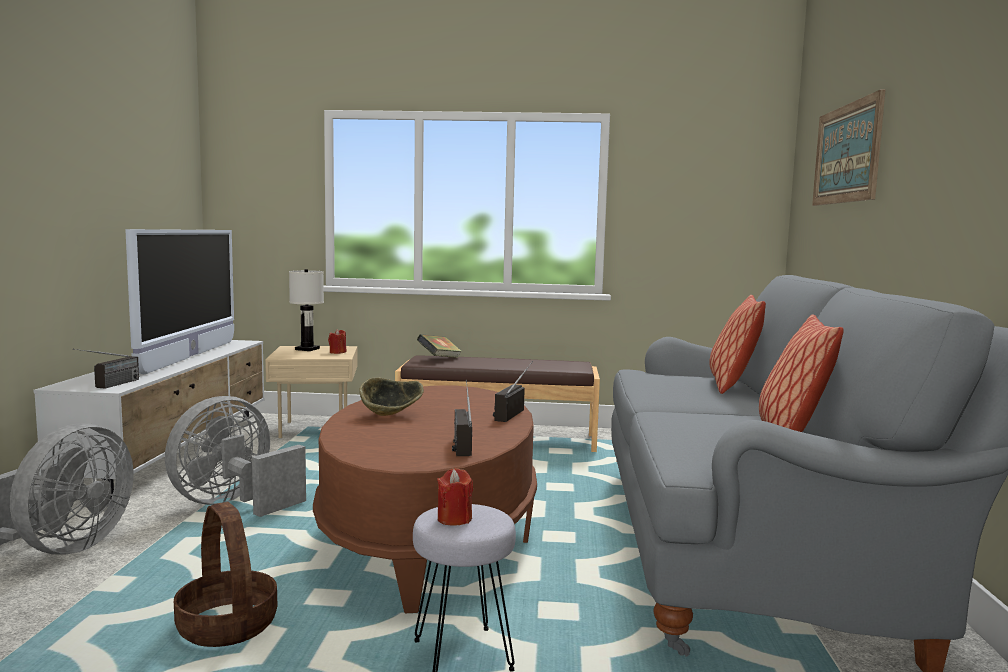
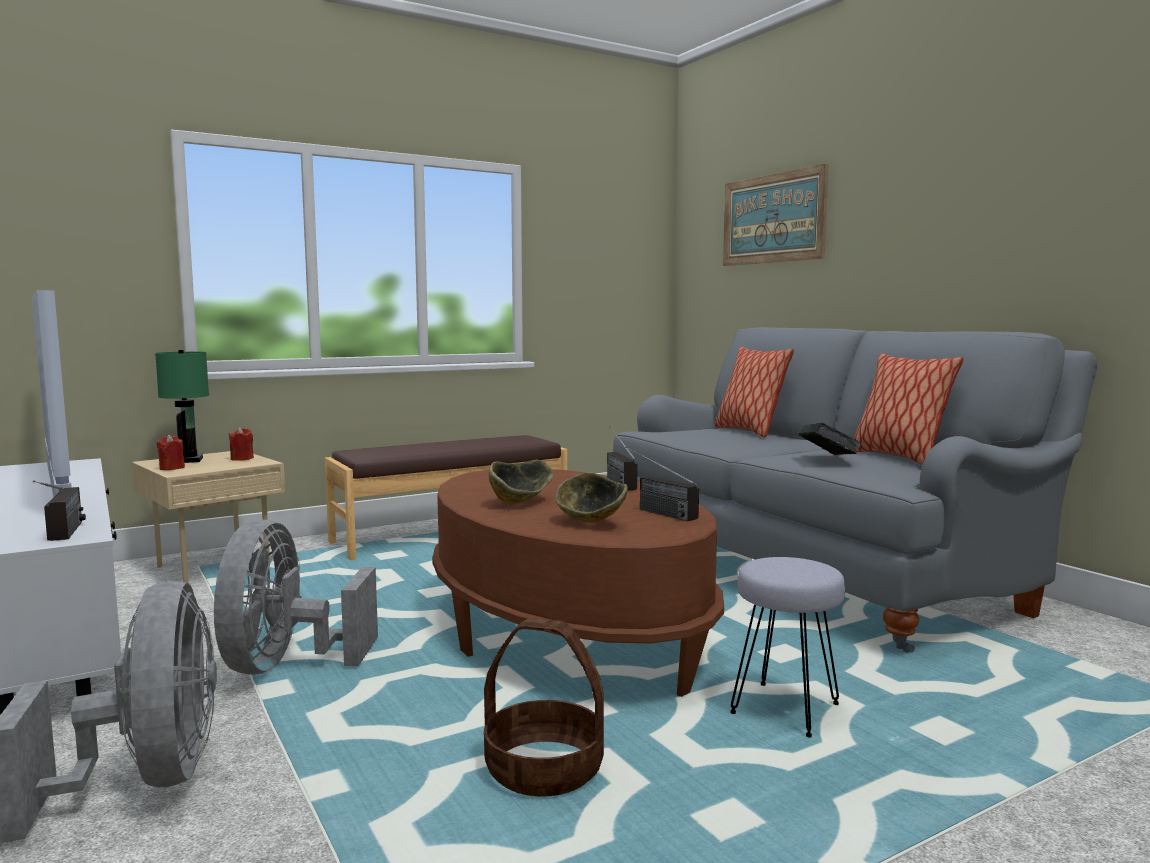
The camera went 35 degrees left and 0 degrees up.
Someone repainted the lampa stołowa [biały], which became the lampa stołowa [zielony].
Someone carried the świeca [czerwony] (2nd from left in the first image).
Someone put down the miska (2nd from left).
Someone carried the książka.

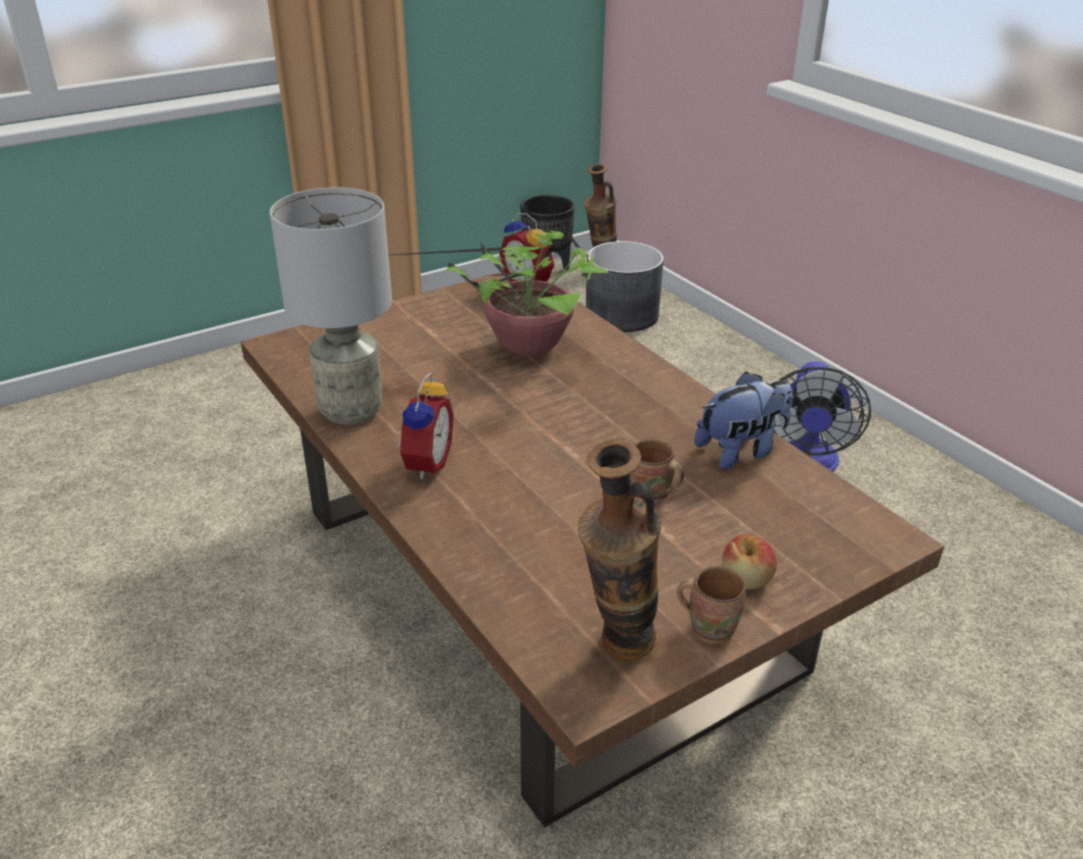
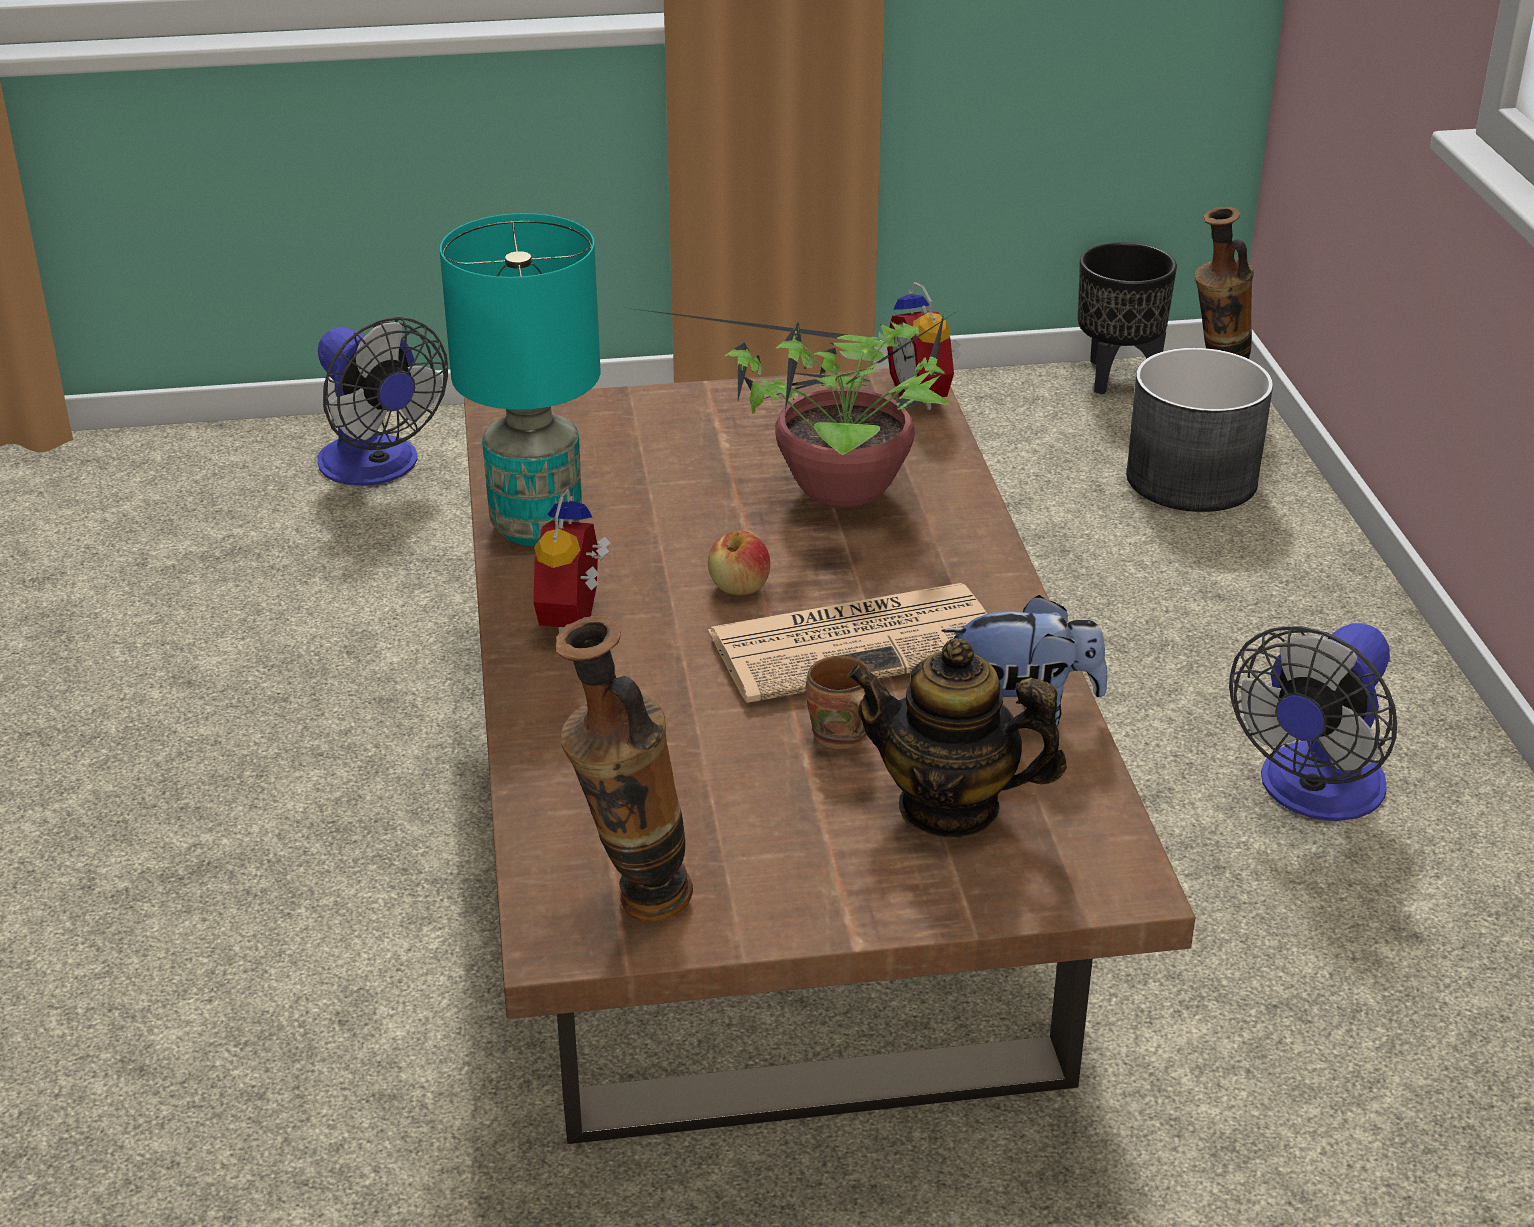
The camera went 25 degrees right and 0 degrees up.
Someone put down the wentylator (1st from left).
Someone repainted the lampa stołowa [szary], which became the lampa stołowa [turkusowy].
Someone rotated the budzik (1st from left) by 150 degrees clockwise.
Someone put down the gazeta.
Someone carried the jabłko.
Someone put down the imbryk.
Someone took away the kubek [brązowy] (2nd from left).

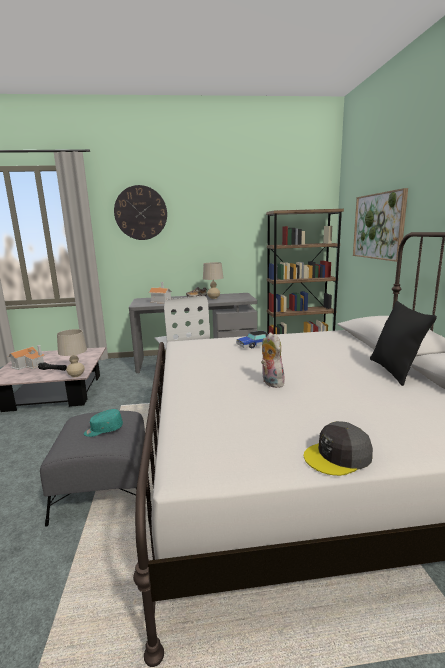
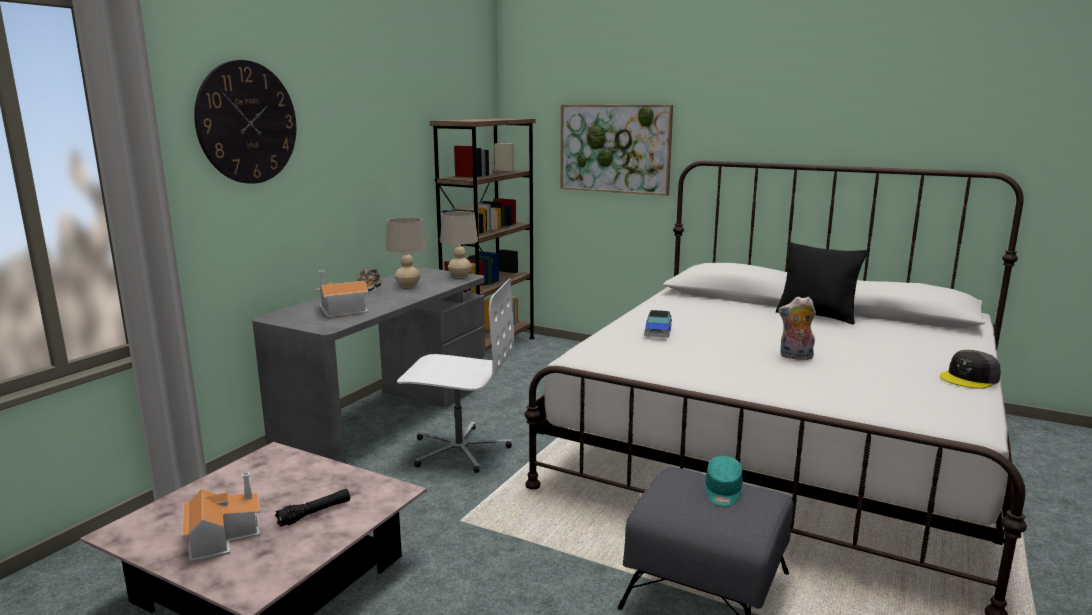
The camera went 55 degrees left and 0 degrees up.
Someone carried the lampa stołowa [beżowy] (1st from left in the first image).
Someone rotated the czapka z daszkiem [szary] by 45 degrees clockwise.

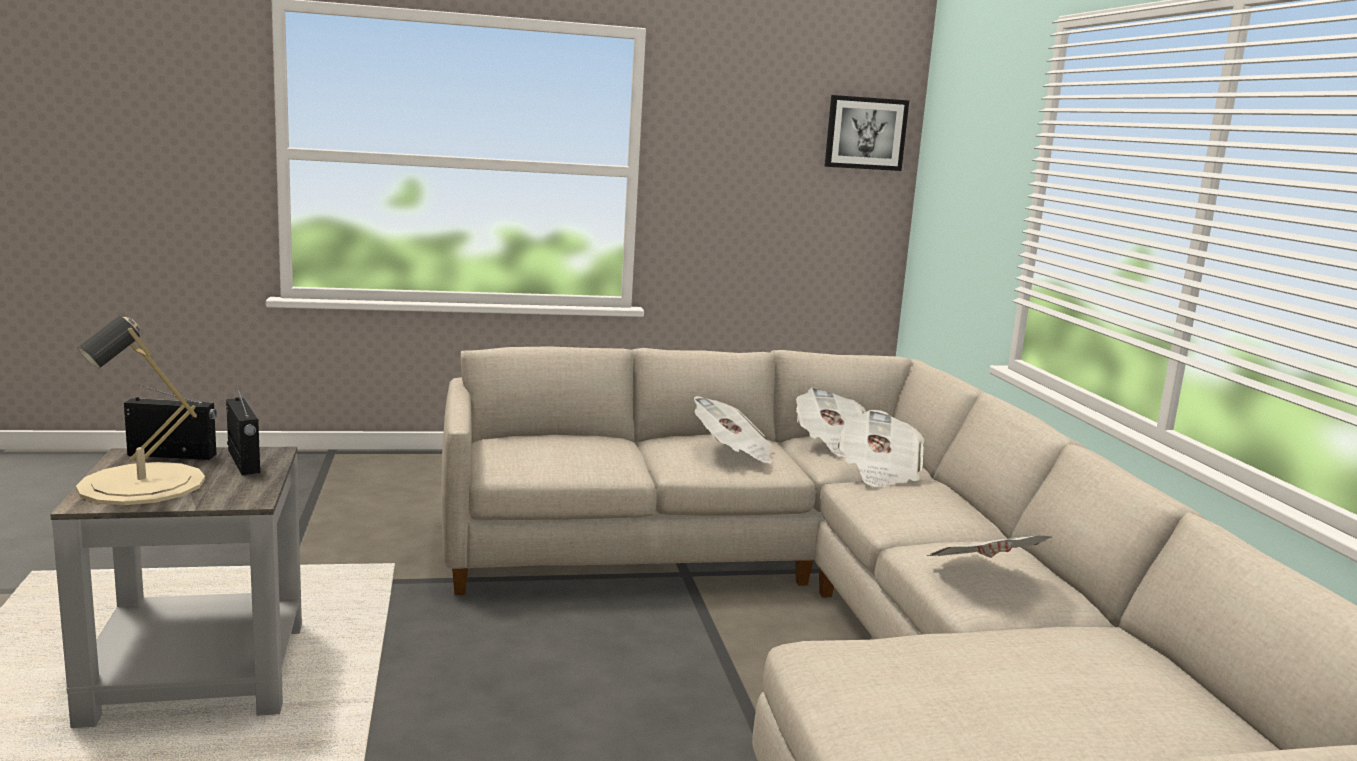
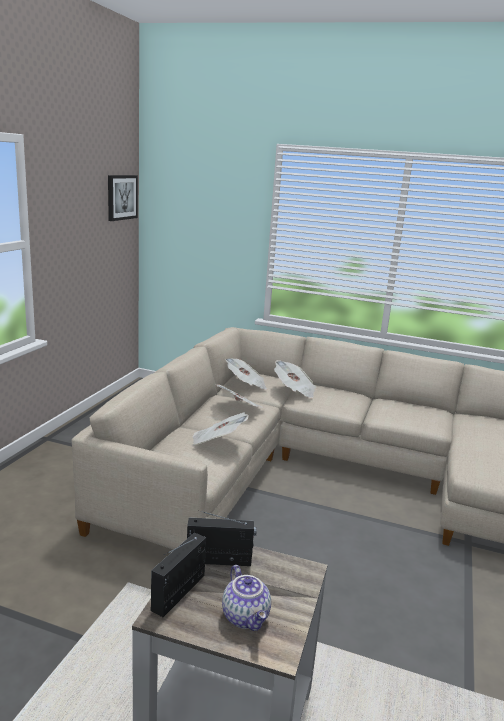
The camera went 60 degrees left and 5 degrees up.
Someone carried the gazeta (4th from left in the first image).
Someone swapped the lampa stołowa [beżowy] for the imbryk.

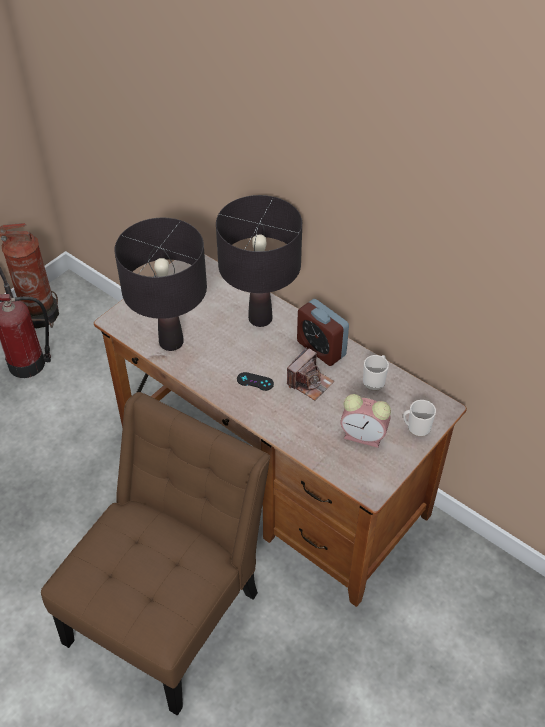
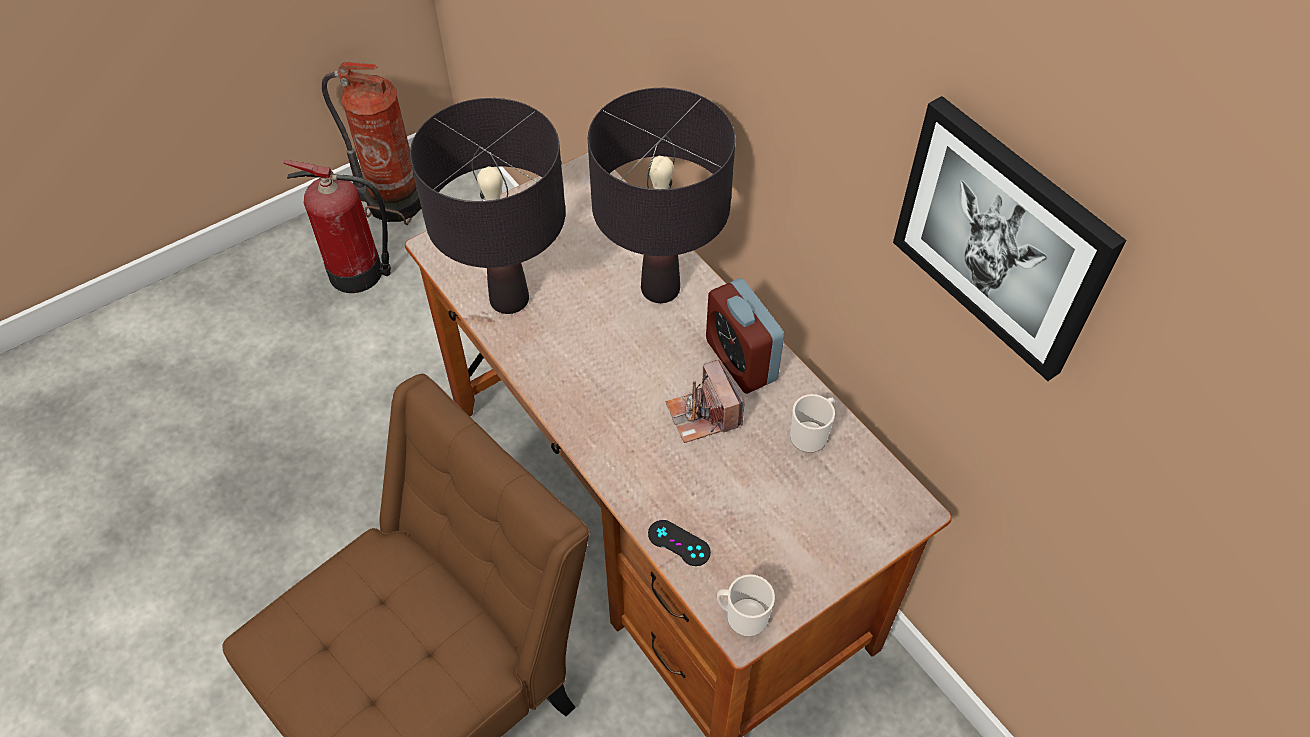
The camera went 15 degrees right and 5 degrees up.
Someone carried the pad do gier [czarny].
Someone rotated the aparat fotograficzny by 105 degrees clockwise.
Someone carried the kubek (2nd from left in the first image).
Someone put up the obraz.
Someone took away the budzik (2nd from left).

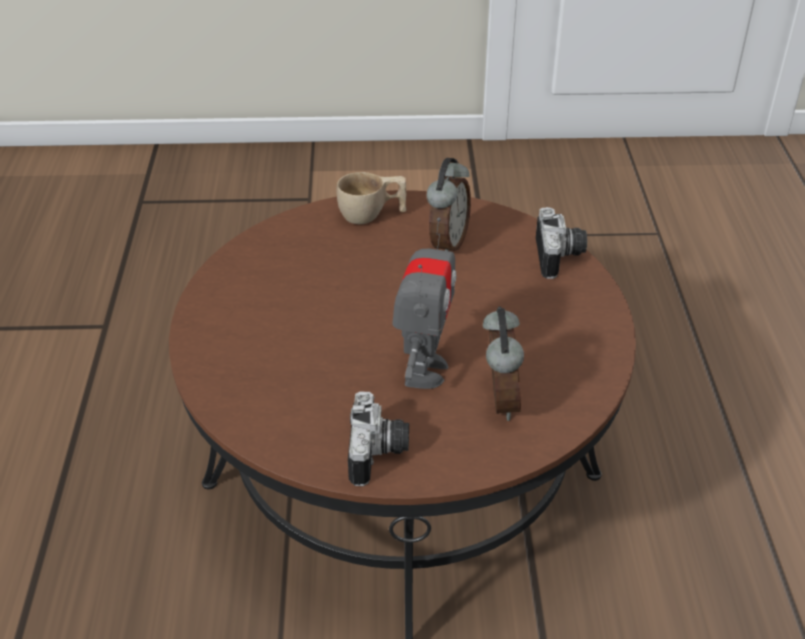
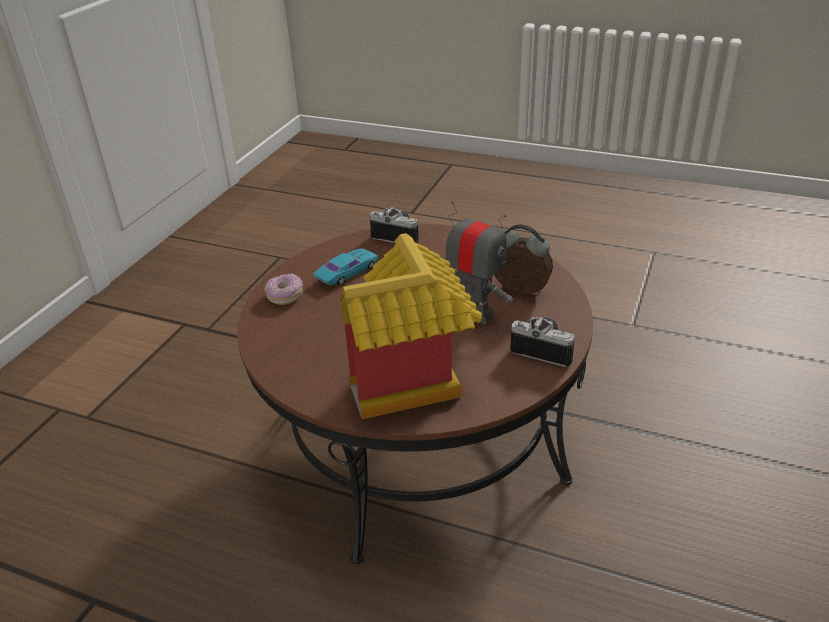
The camera went 65 degrees left and 5 degrees down.
Someone swapped the filiżanka [beżowy] for the donut.
Someone swapped the budzik (1st from left) for the samochodzik [turkusowy].
Someone put down the domek.

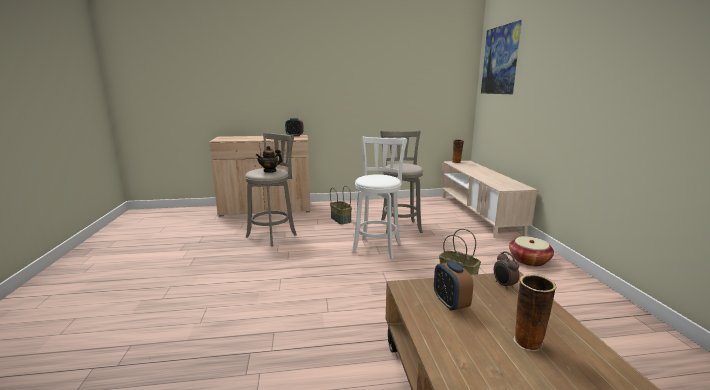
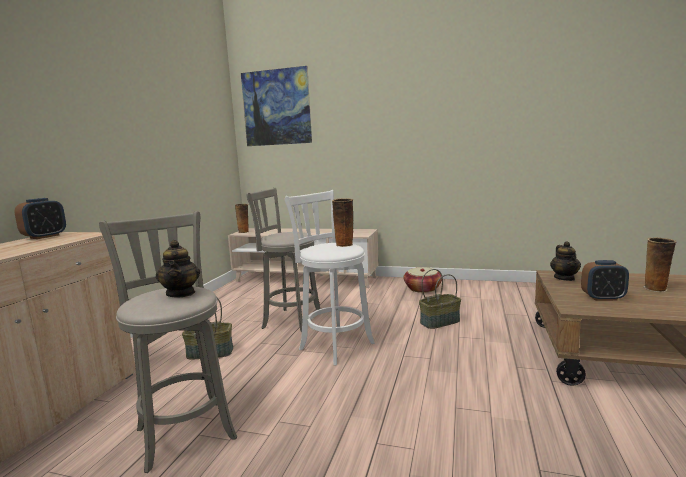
The camera went 65 degrees left and 5 degrees down.
Someone put down the wazon (2nd from left).
Someone swapped the budzik (3rd from left) for the imbryk (2nd from left).

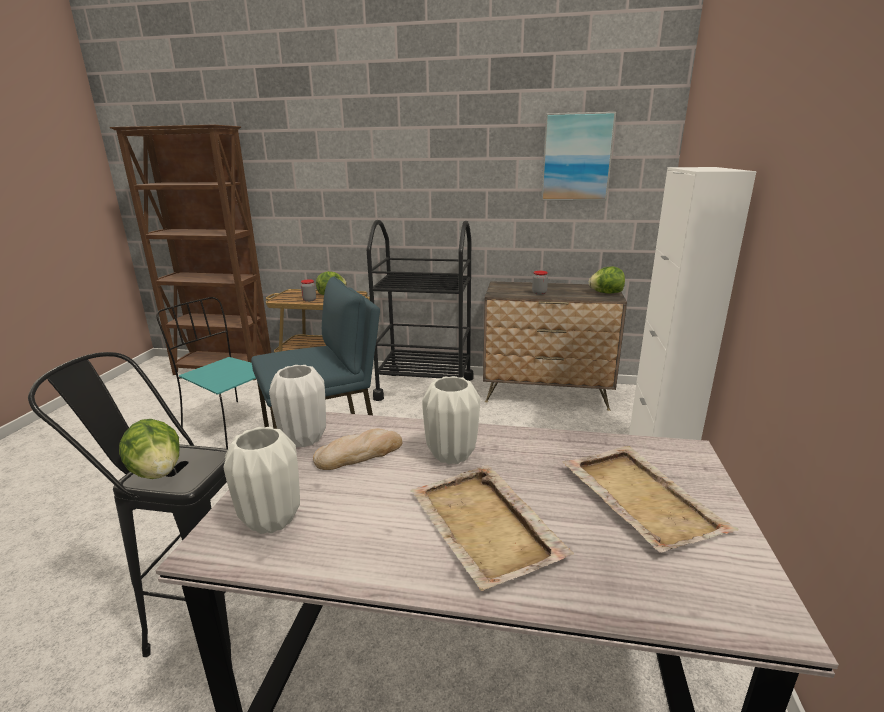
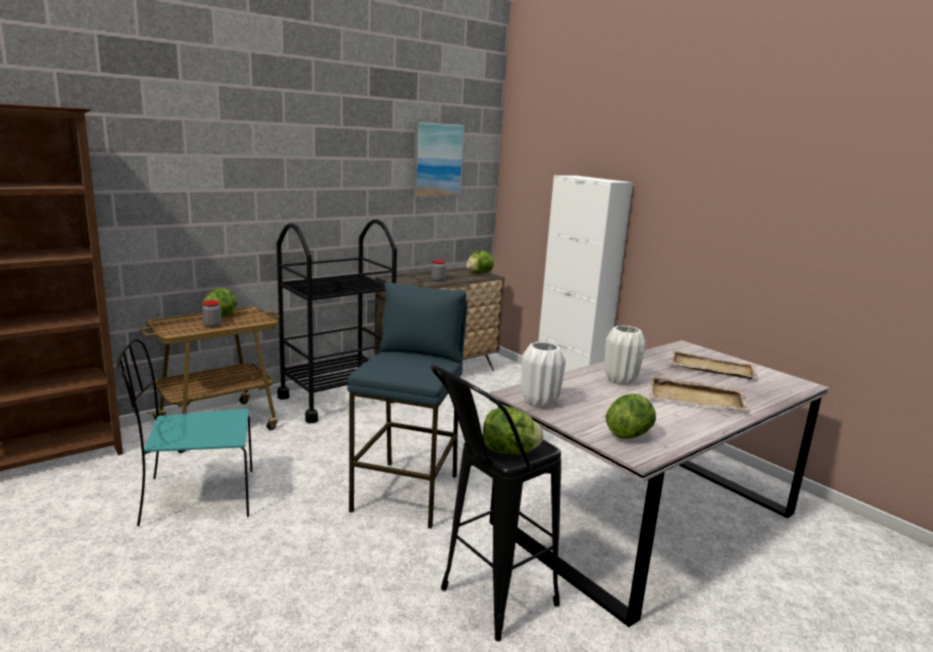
The camera went 50 degrees left and 5 degrees down.
Someone swapped the wazon [biały] (1st from left) for the sałata (4th from left).
Someone took away the chleb.

